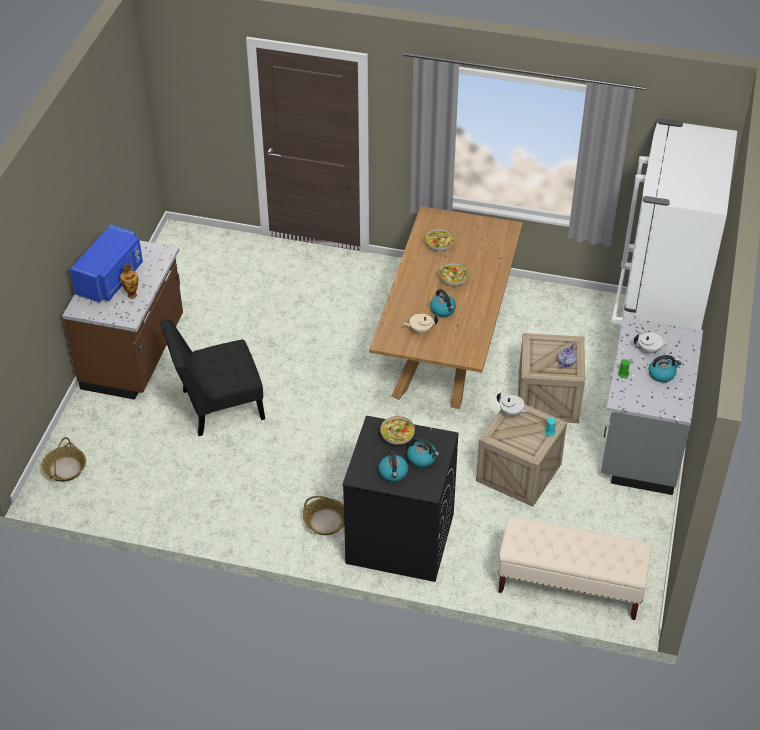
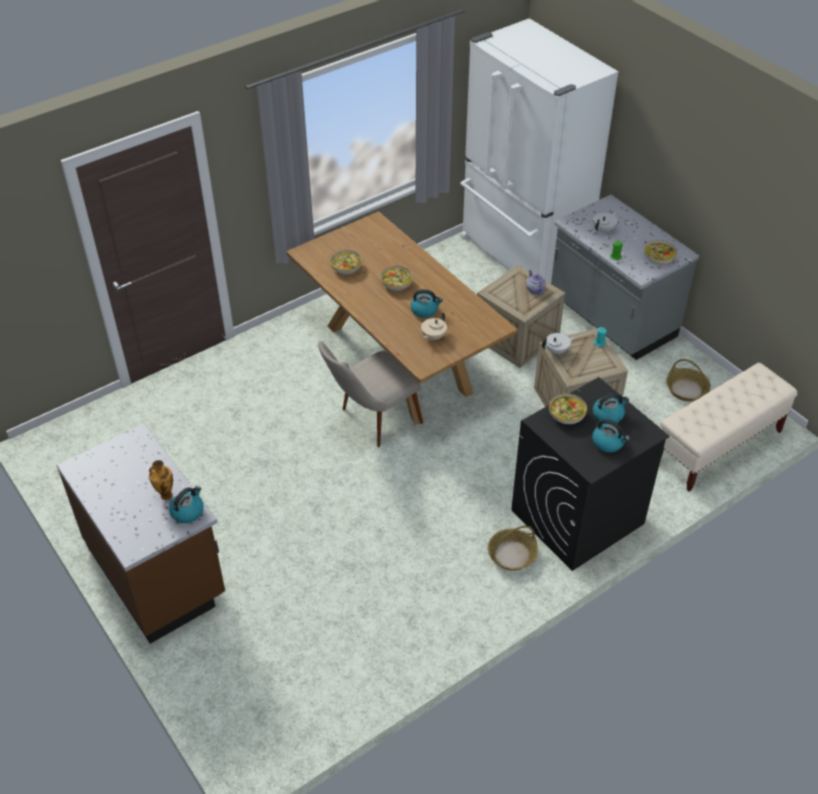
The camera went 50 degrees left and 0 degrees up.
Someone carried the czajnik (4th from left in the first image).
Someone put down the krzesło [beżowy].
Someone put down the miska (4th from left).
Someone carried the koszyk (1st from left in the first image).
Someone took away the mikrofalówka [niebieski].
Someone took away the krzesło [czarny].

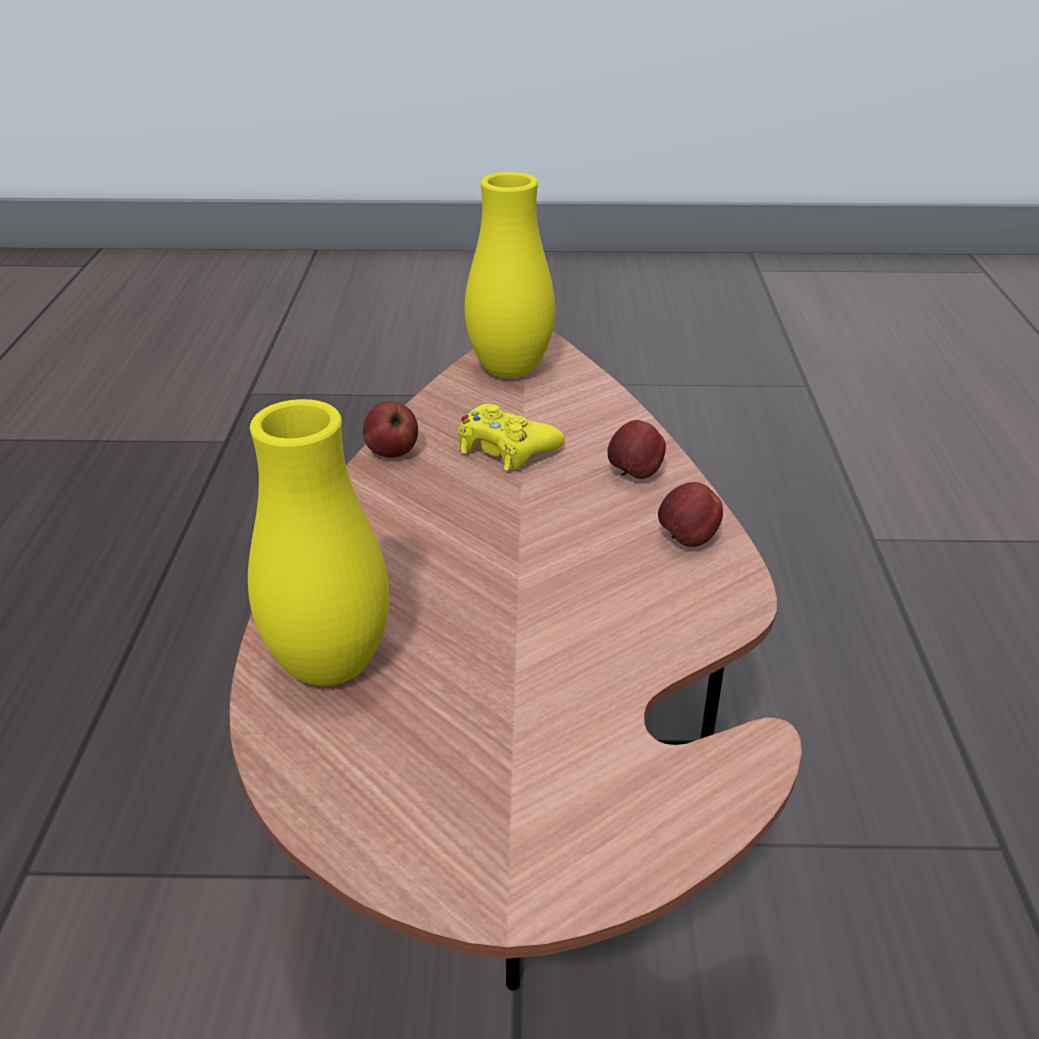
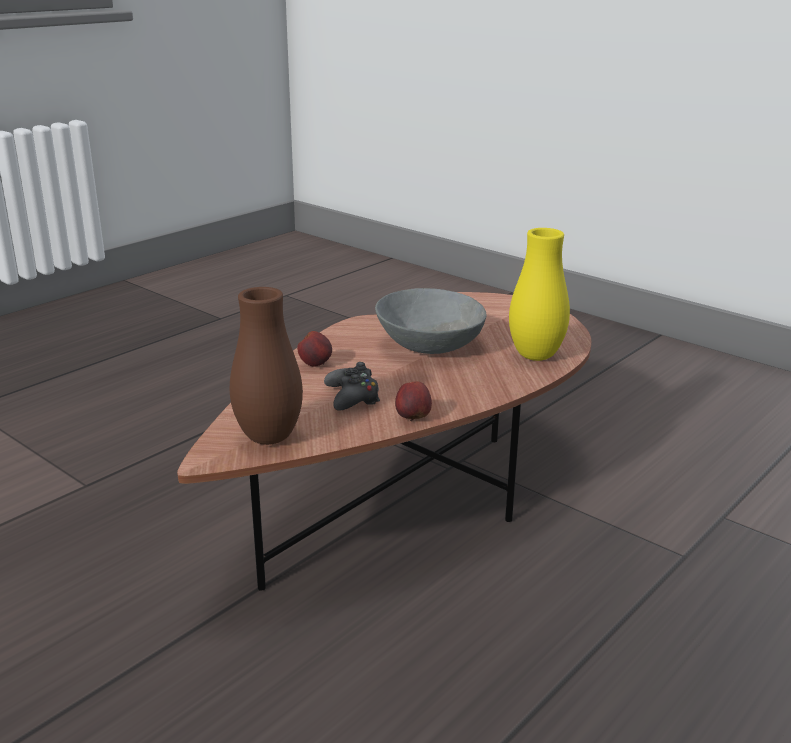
The camera went 140 degrees left and 10 degrees down.
Someone repainted the wazon [żółty] (2nd from left), which became the wazon [brązowy].
Someone repainted the pad do gier [żółty], which became the pad do gier [czarny].
Someone put down the miska [szary].
Someone took away the jabłko (3rd from left).

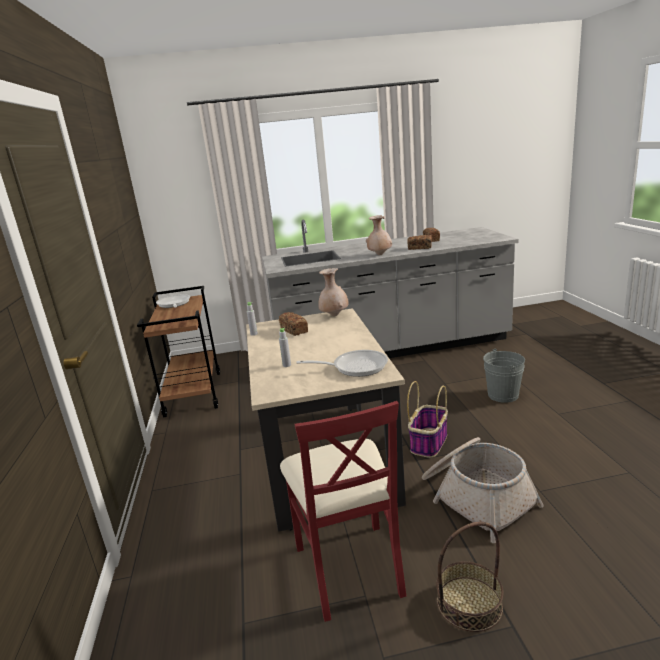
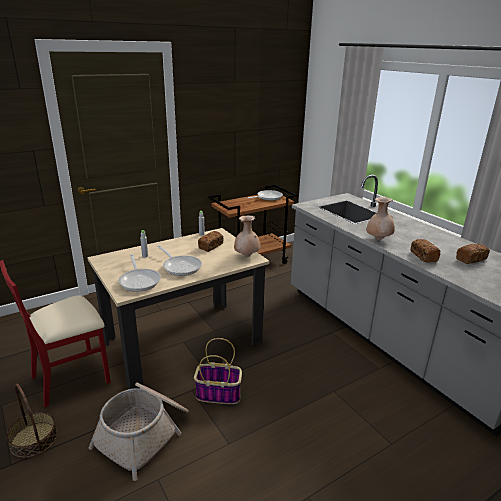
The camera went 65 degrees right and 5 degrees up.
Someone put down the patelnia (2nd from left).
Someone took away the wiadro [szary].

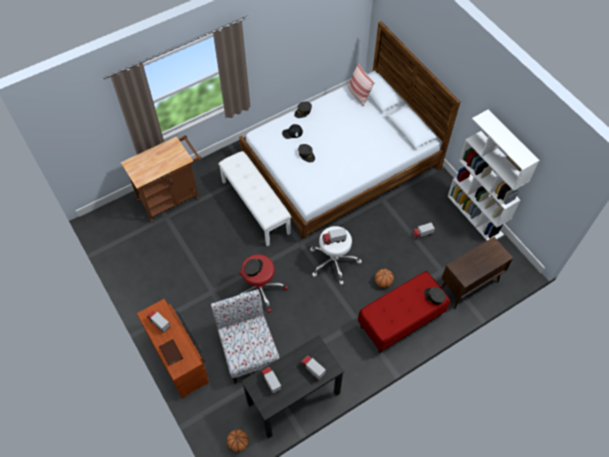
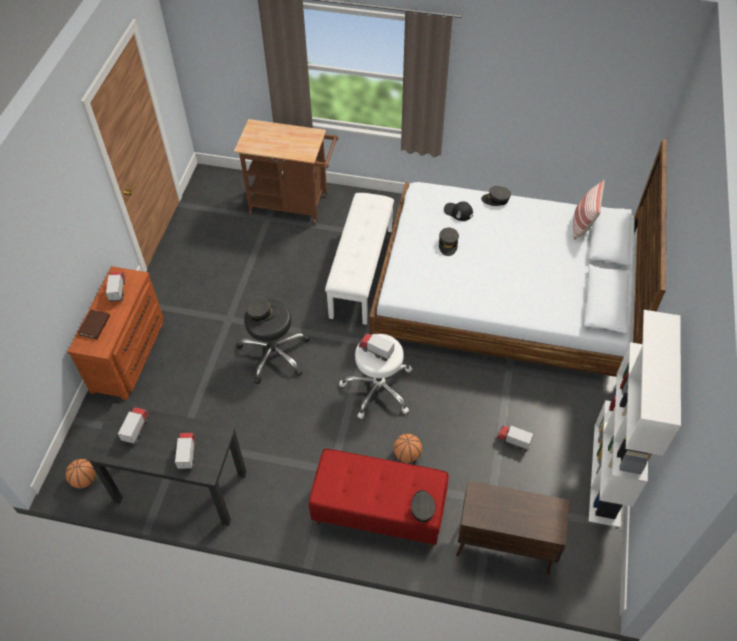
The camera went 45 degrees right and 5 degrees down.
Someone repainted the stołek [czerwony], which became the stołek [czarny].
Someone took away the krzesło.

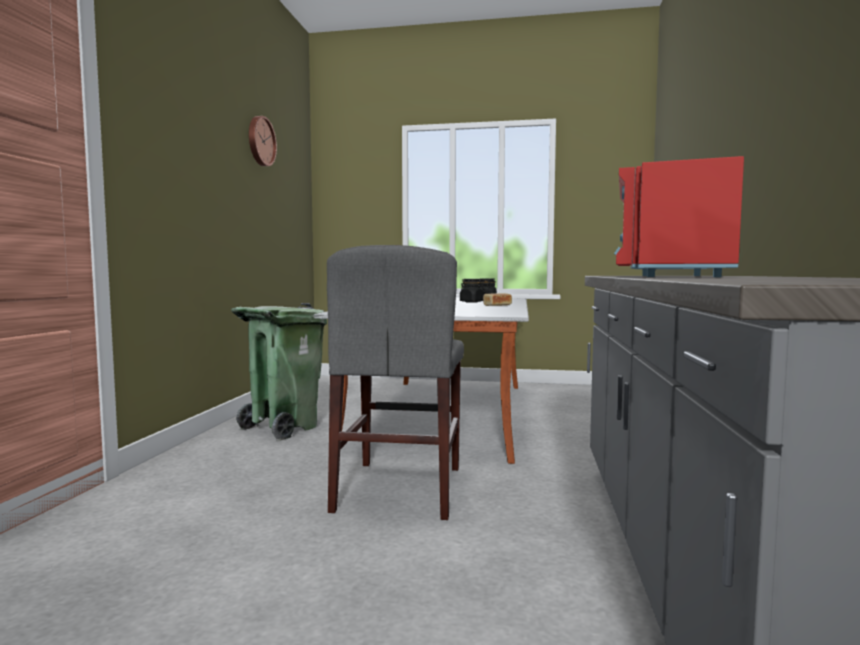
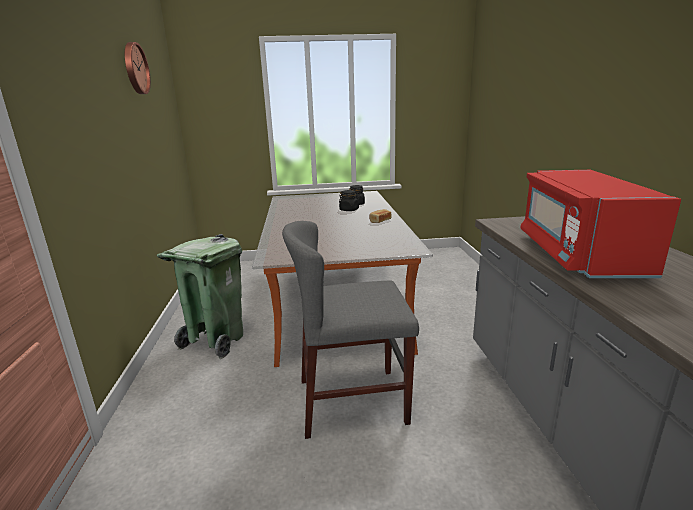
The camera went 15 degrees left and 15 degrees up.
Someone rotated the krzesło [szary] by 90 degrees clockwise.

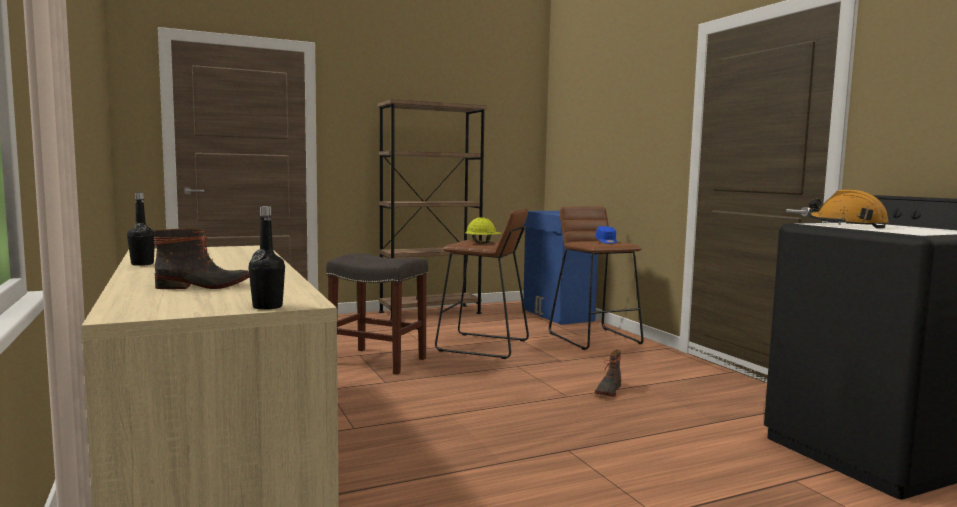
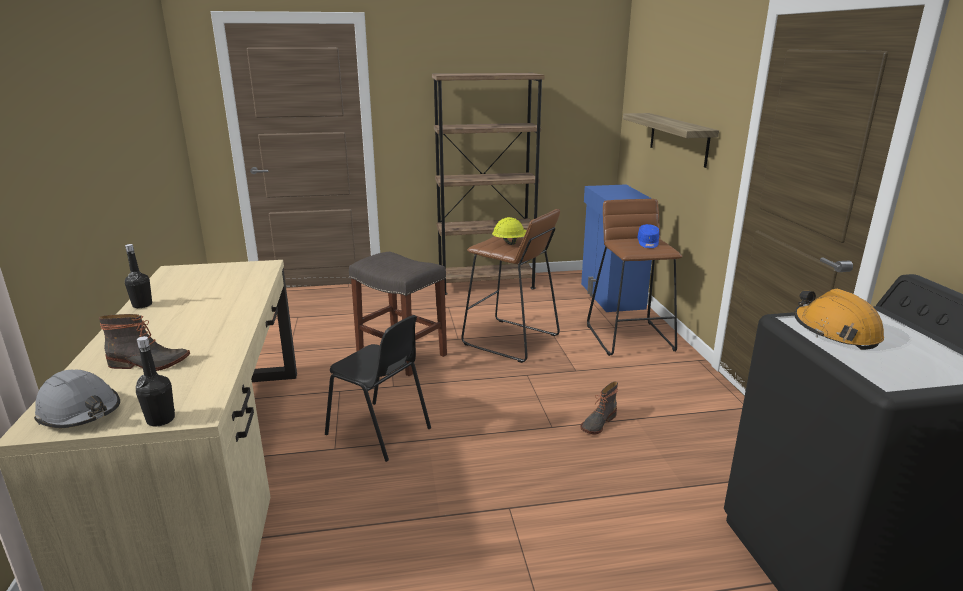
The camera went 15 degrees right and 15 degrees up.
Someone put down the kask [szary].
Someone put down the krzesło [czarny].
Someone put up the półka.

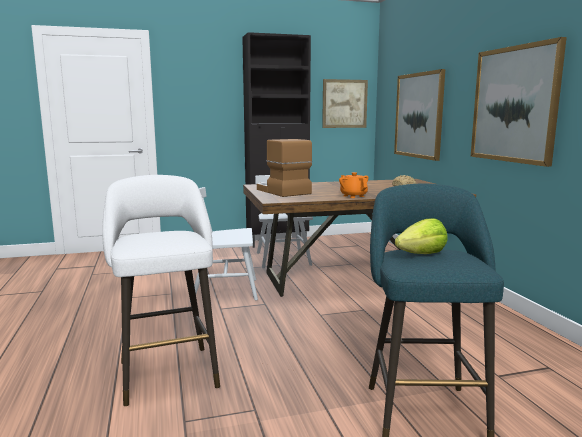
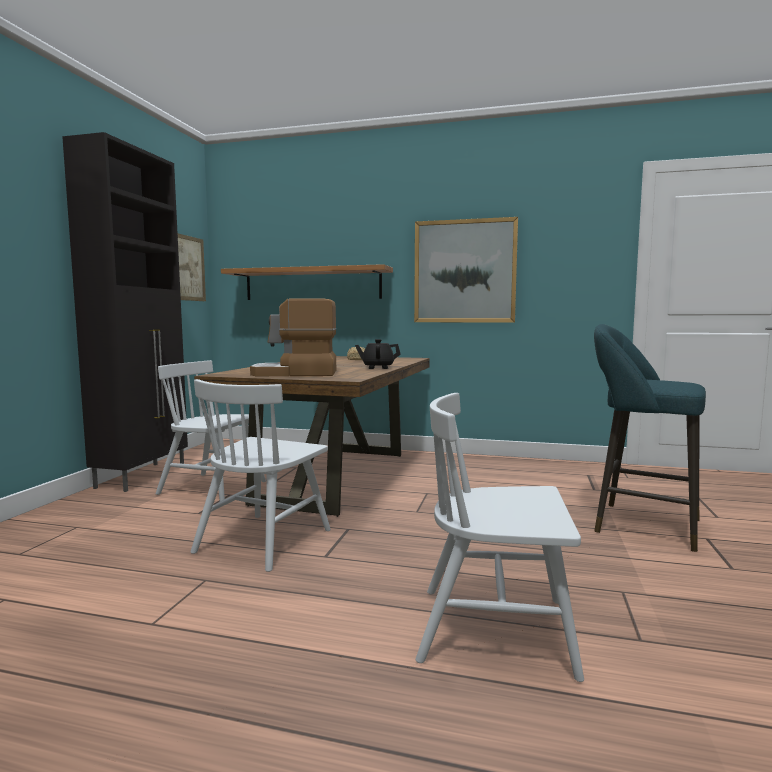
The camera went 60 degrees left and 5 degrees down.
Someone swapped the obraz (2nd from left) for the półka.
Someone repainted the imbryk [pomarańczowy], which became the imbryk [czarny].
Someone swapped the stołek [biały] for the krzesło [biały] (3rd from left).
Someone took away the sałata.

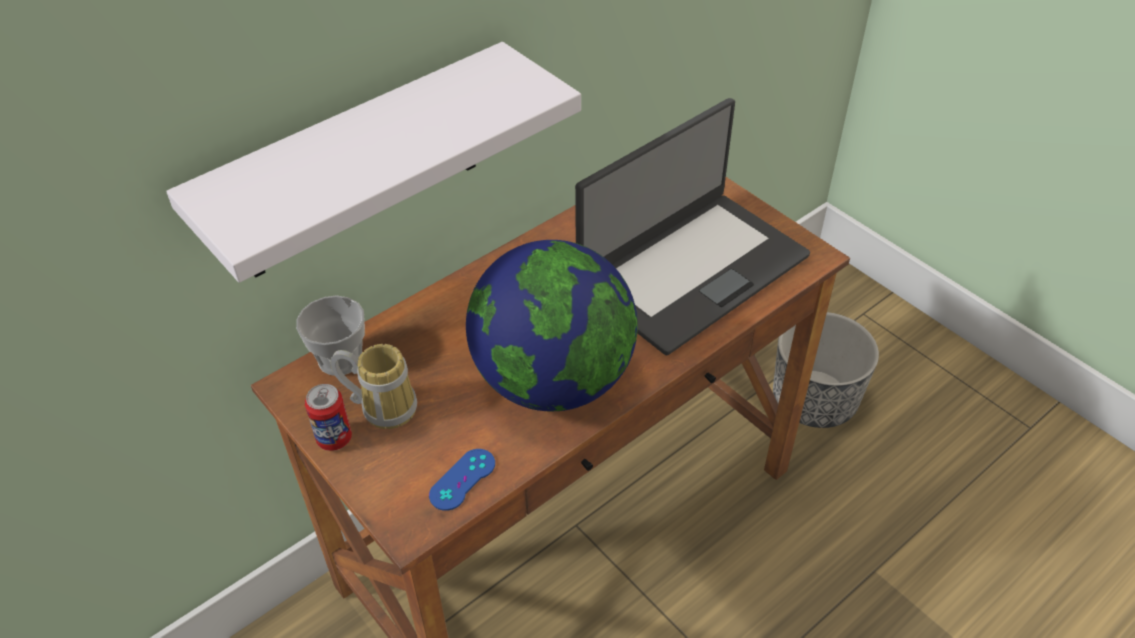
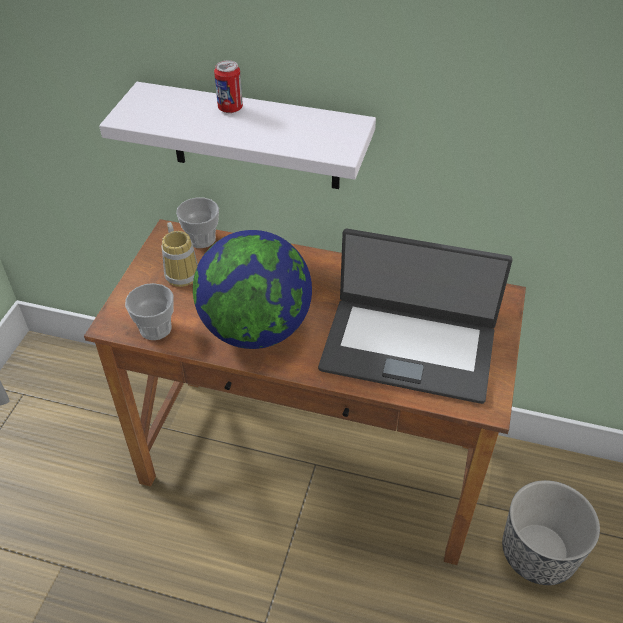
The camera went 55 degrees right and 0 degrees up.
Someone swapped the pad do gier [niebieski] for the filiżanka (1st from left).
Someone carried the puszka.

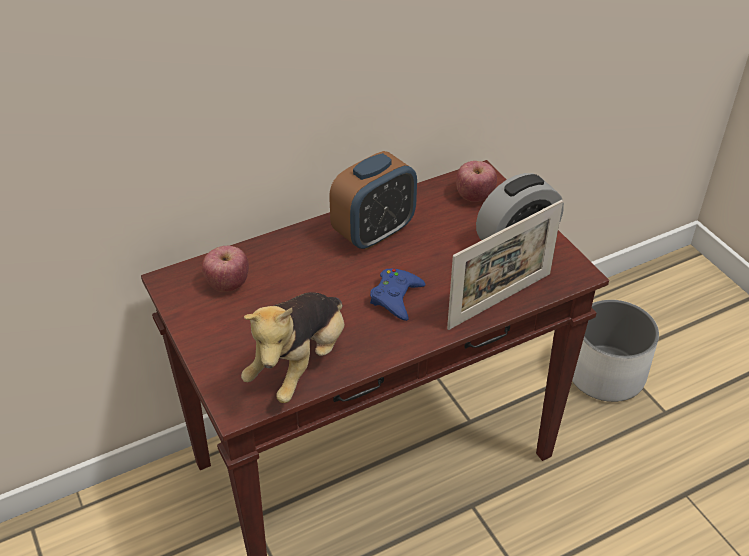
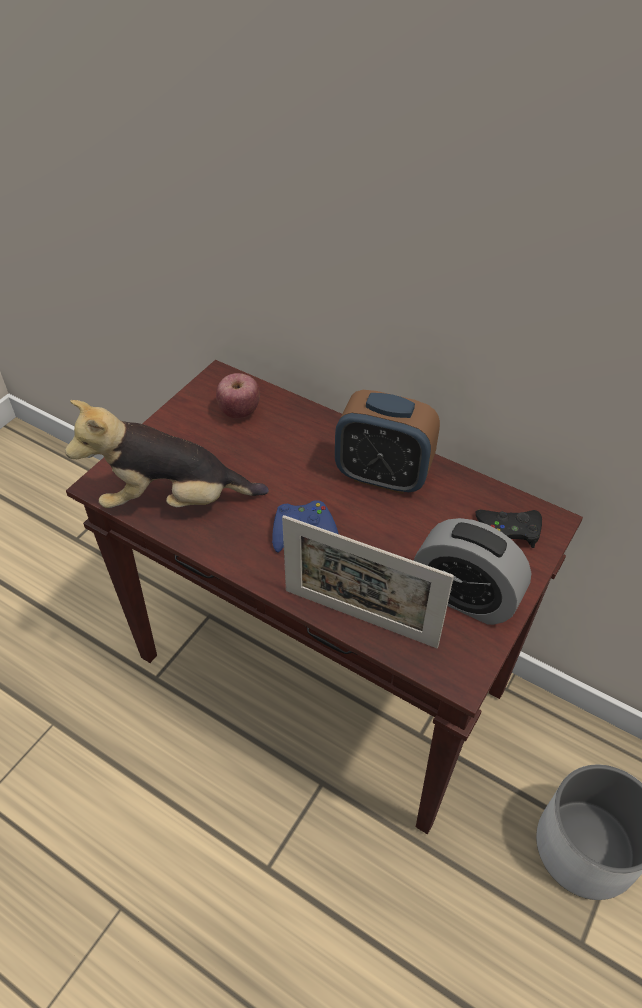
The camera went 60 degrees right and 5 degrees up.
Someone swapped the jabłko (2nd from left) for the pad do gier [czarny].

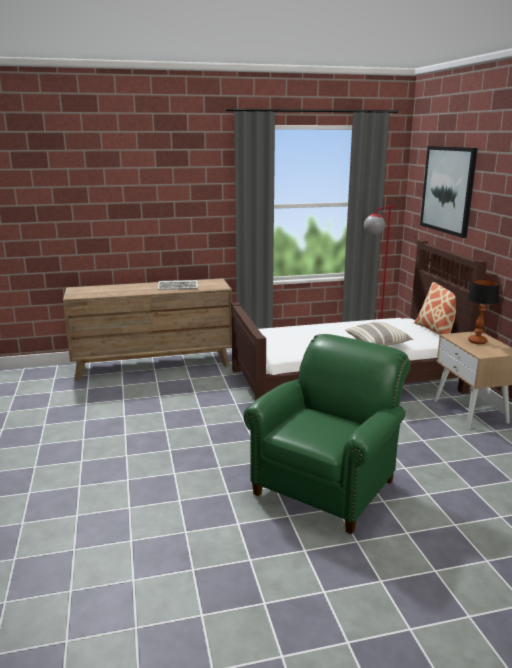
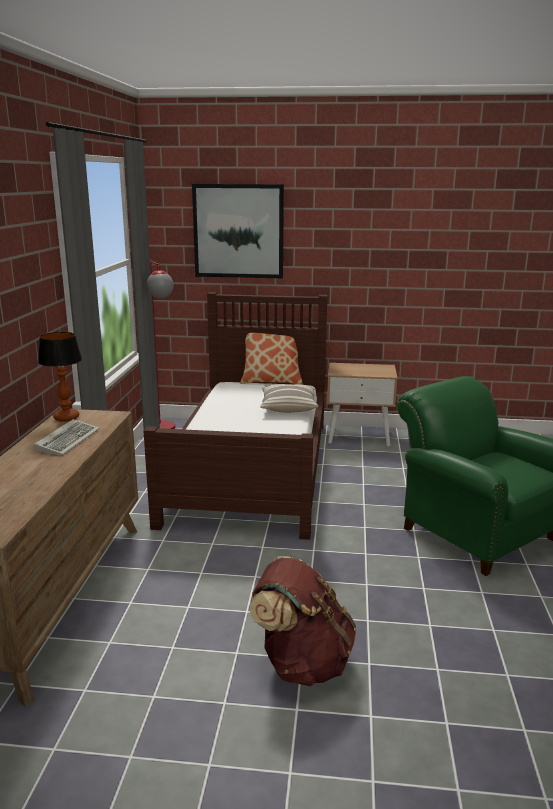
The camera went 70 degrees left and 0 degrees up.
Someone carried the lampa stołowa.
Someone put down the plecak [brązowy].

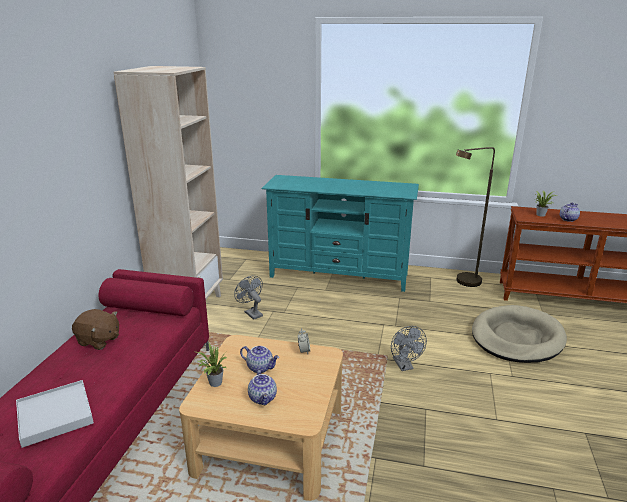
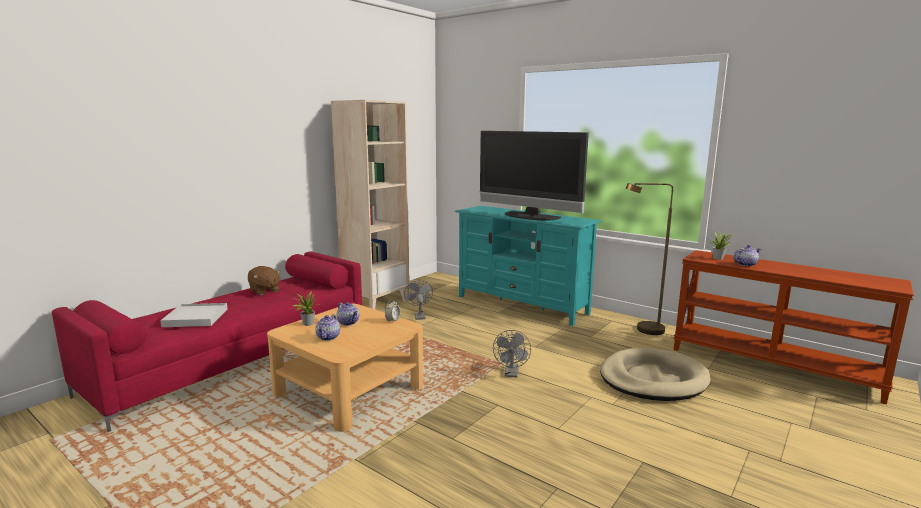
The camera went 25 degrees right and 10 degrees down.
Someone put down the telewizor.

